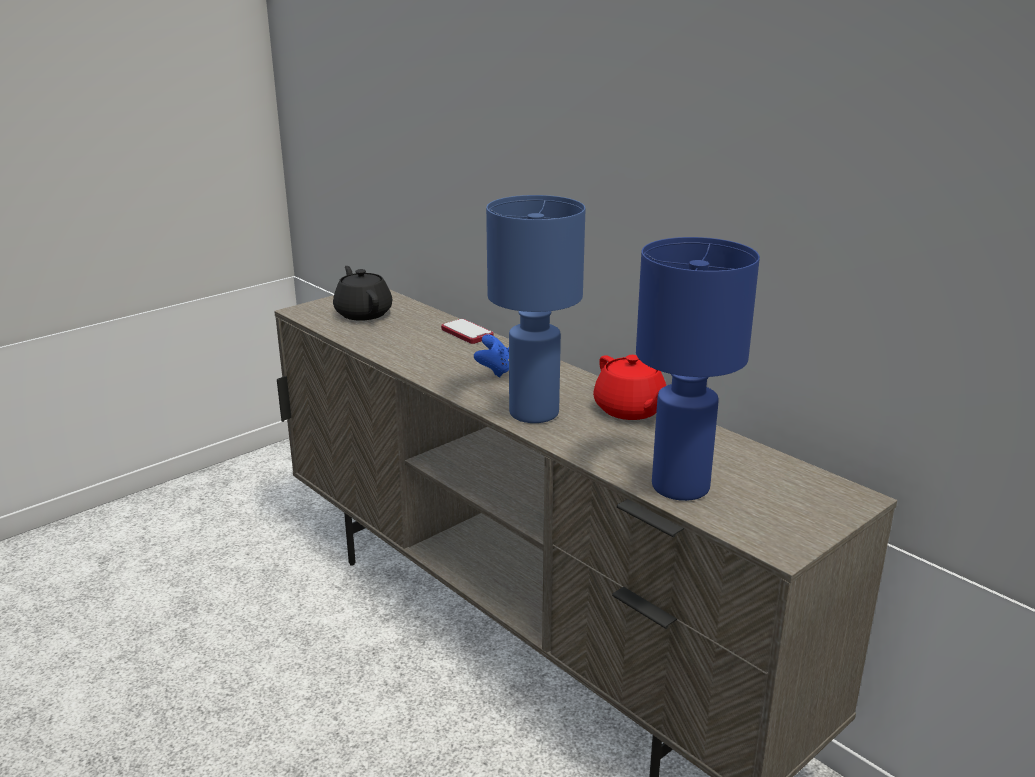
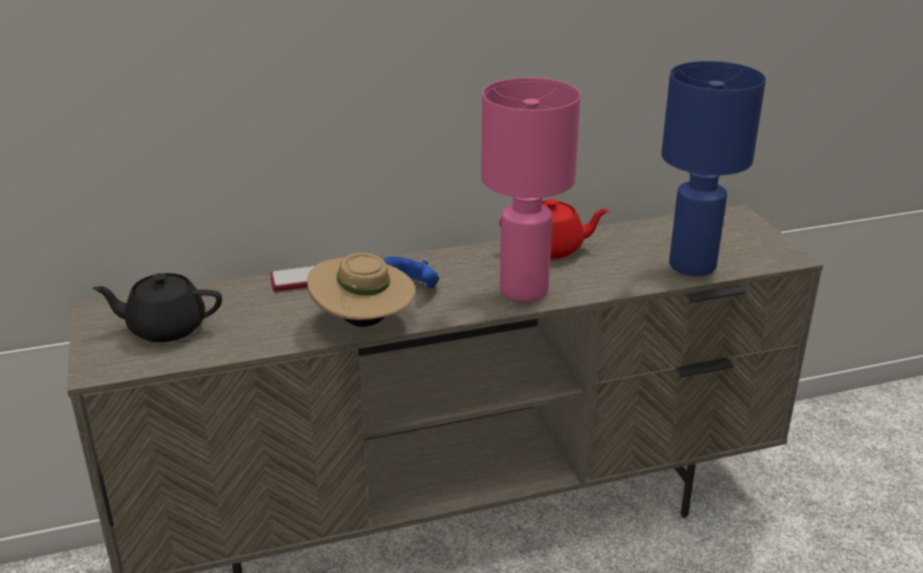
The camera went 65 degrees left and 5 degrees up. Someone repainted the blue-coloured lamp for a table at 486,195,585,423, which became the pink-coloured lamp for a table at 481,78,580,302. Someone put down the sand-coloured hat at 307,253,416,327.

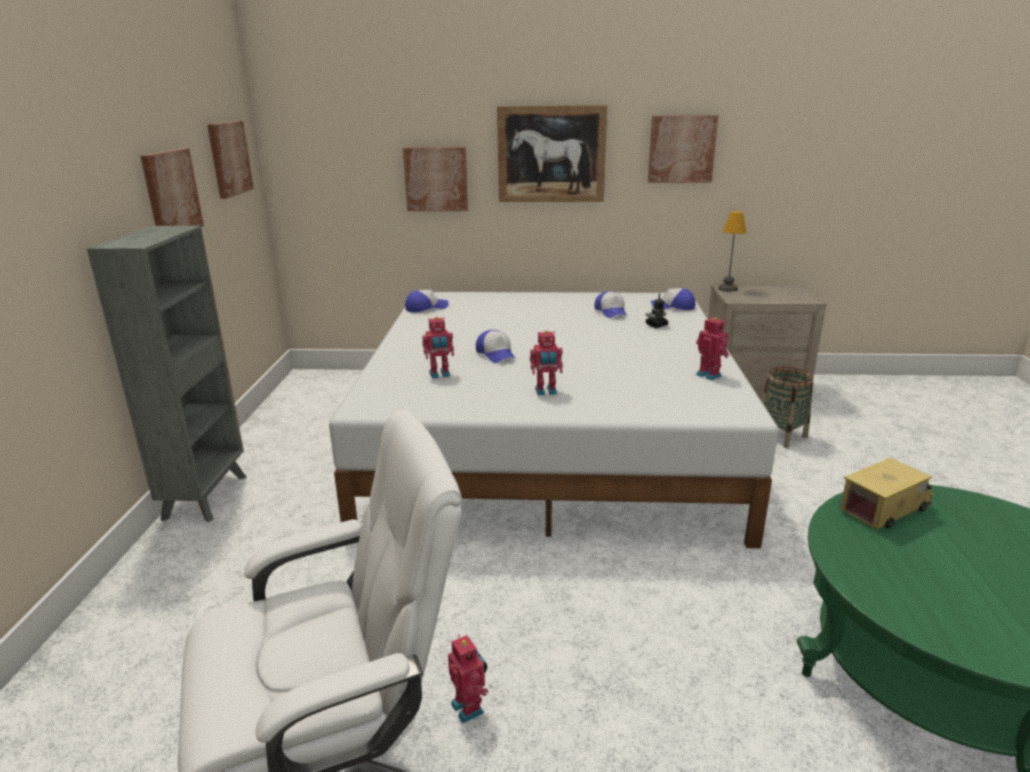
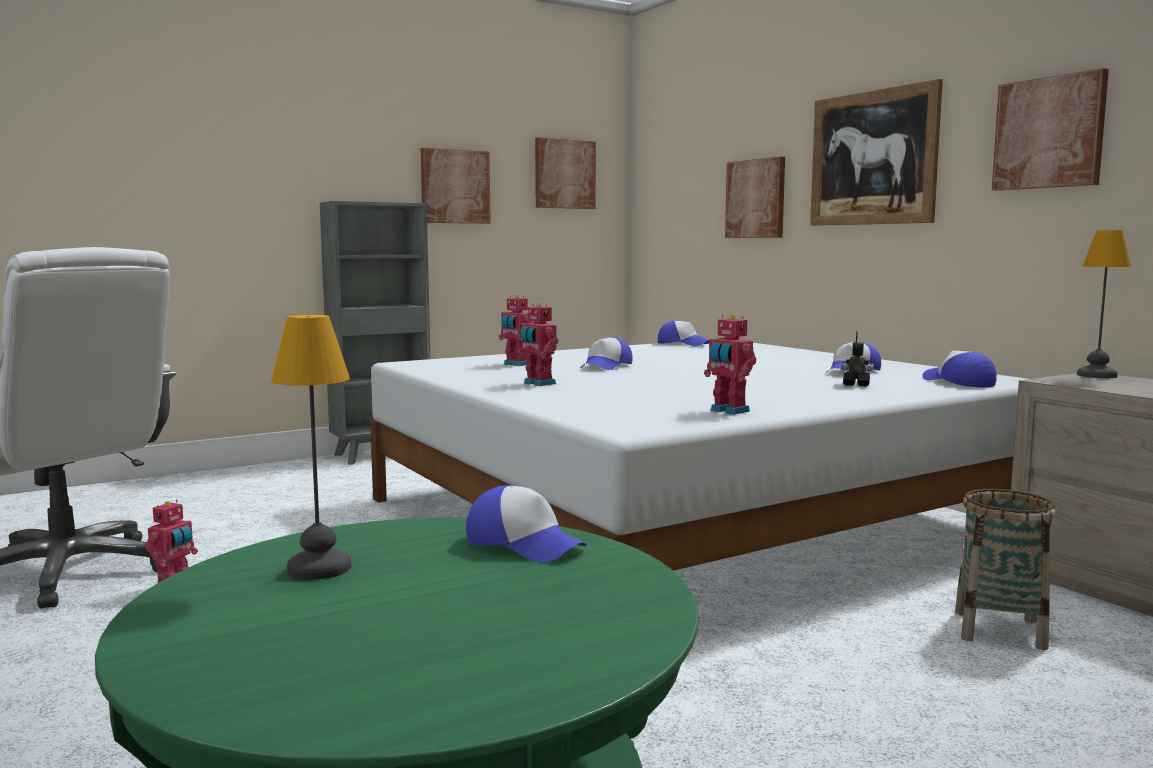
The camera went 55 degrees right and 15 degrees down. Someone rotated the toy robot at 696,316,729,381 by 120 degrees clockwise. Someone swapped the toy truck at 840,458,934,530 for the baseball cap at 466,485,586,562. Someone put down the lamp for a table at 271,315,351,580.

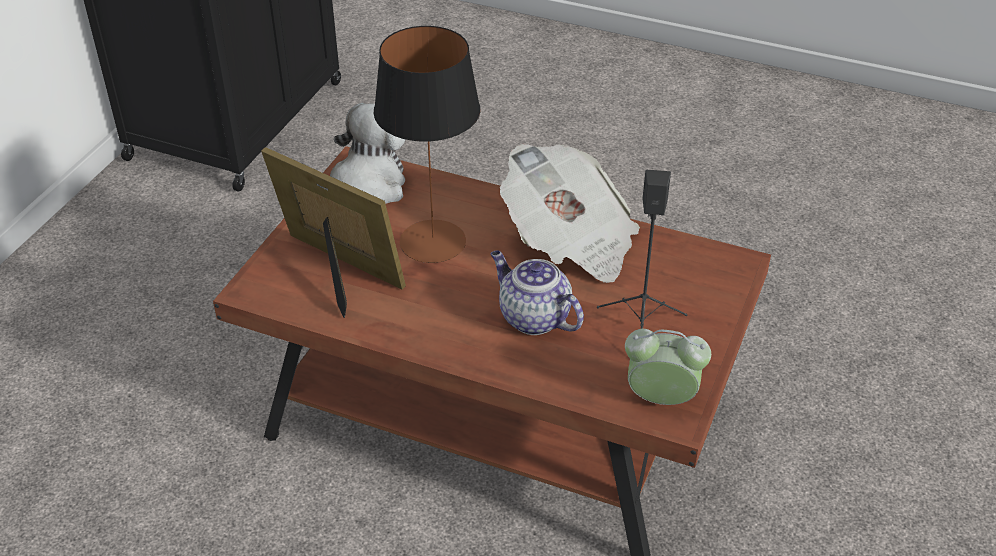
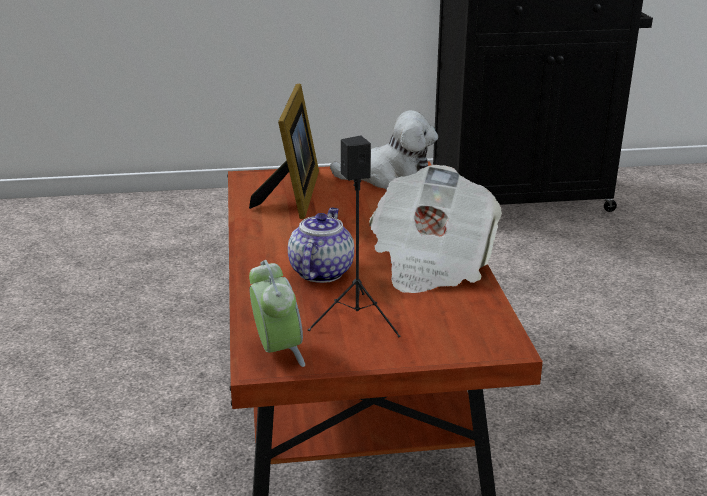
The camera went 60 degrees right and 15 degrees down. Someone took away the lamp for a table at 373,26,480,263.

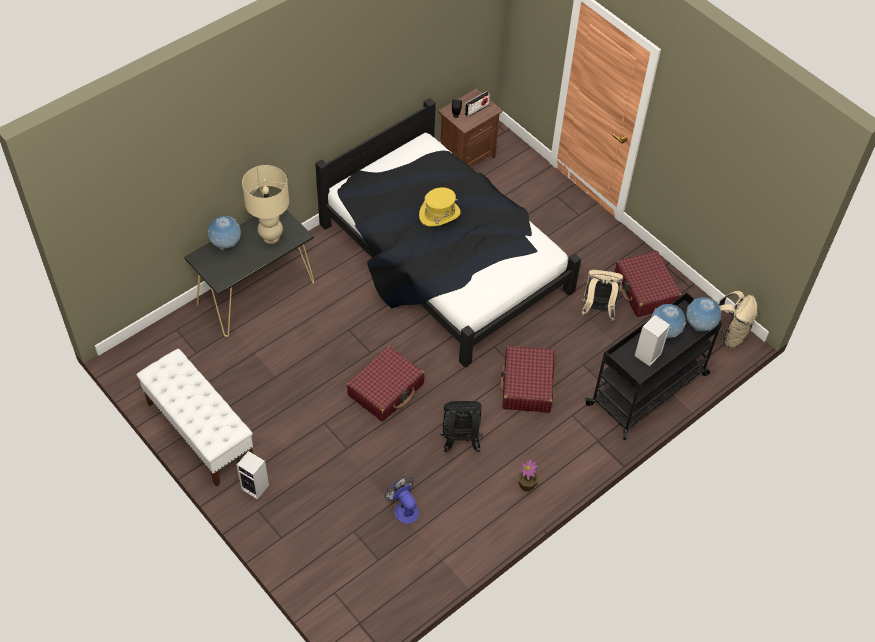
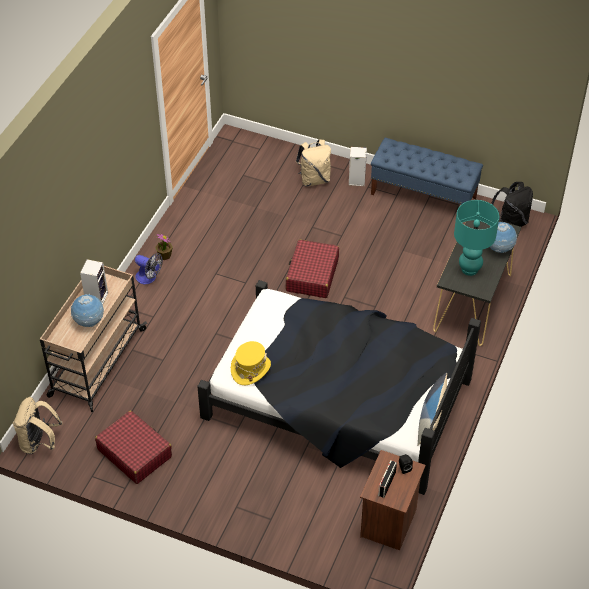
The camera went 155 degrees right and 5 degrees down. Someone repainted the white bench at 137,349,253,487, which became the blue-coloured bench at 371,138,483,204. Someone repainted the sand-coloured lamp for a table at 242,165,289,244, which became the turquoise lamp for a table at 454,200,499,276. Someone carried the cooling fan from 385,476,419,524 to 135,253,163,284. Someone carried the yellowish hat from 419,187,460,227 to 231,341,271,385. Someone carried the blackish rucksack from 440,401,482,452 to 491,182,533,227. Someone took away the red-coloured piece of luggage at 500,346,554,413. Someone carried the sand-coloured rucksack from 580,270,623,321 to 296,139,331,187. Someone repainted the blackish cart at 585,292,722,440, which became the sand-coloured cart at 40,266,147,412. Someone took away the desk globe at 686,297,721,331. Someone put down the cushion at 417,372,447,446.

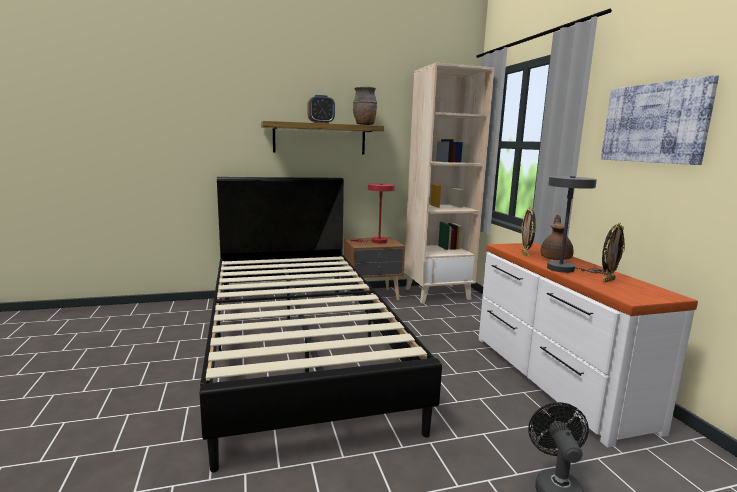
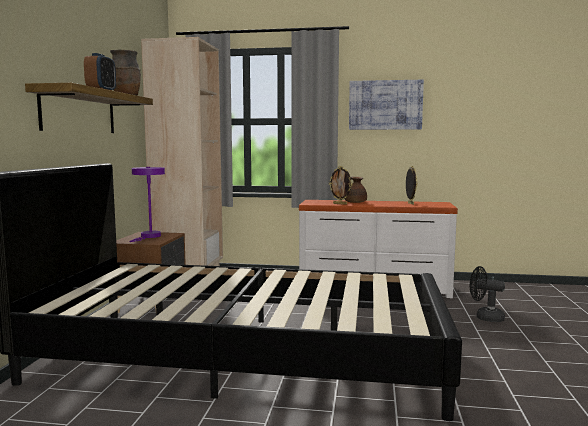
The camera went 65 degrees left and 5 degrees down. Someone repainted the red-coloured lamp for a table at 351,184,395,243, which became the purplish lamp for a table at 129,167,165,242. Someone took away the gray lamp for a table at 547,176,608,275.

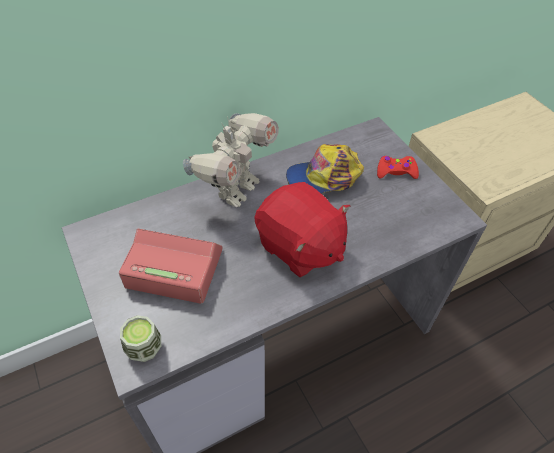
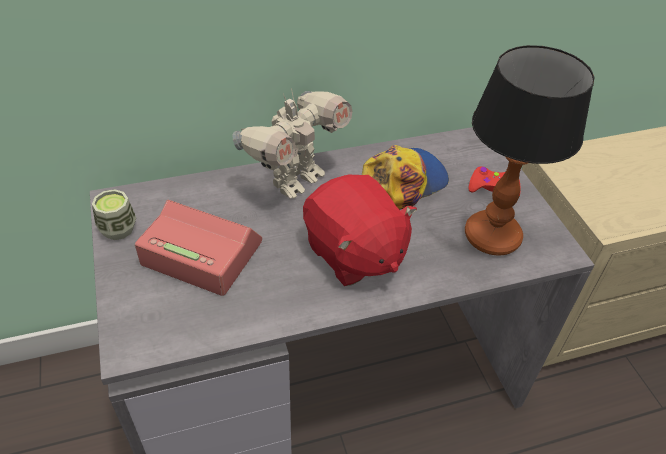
The camera went 10 degrees right and 5 degrees down. Someone carried the small cup from 120,315,161,362 to 92,189,136,240. Someone rotated the baseball cap at 286,144,364,193 by 150 degrees clockwise. Someone put down the lamp for a table at 465,45,595,255.

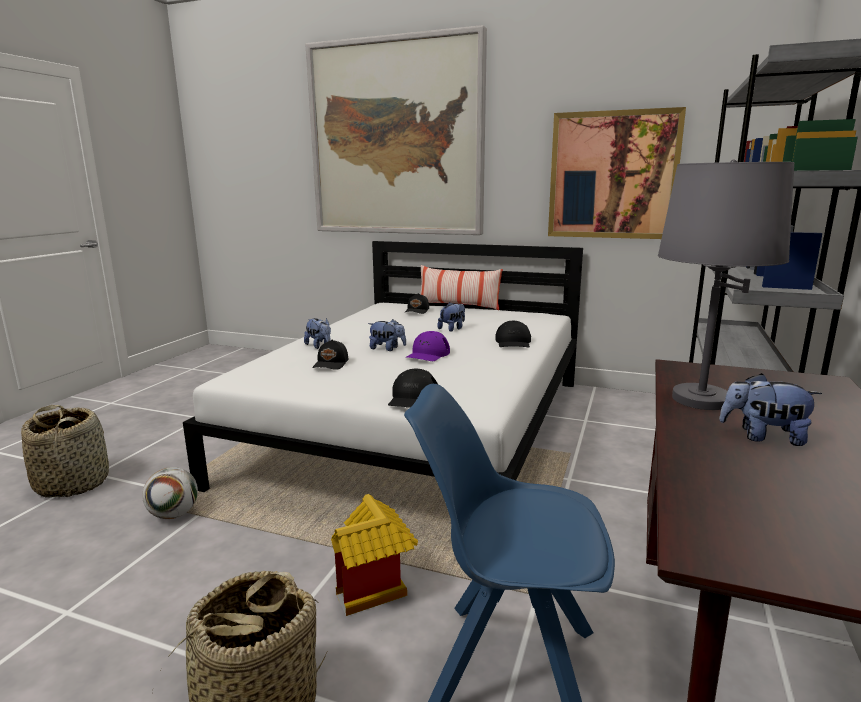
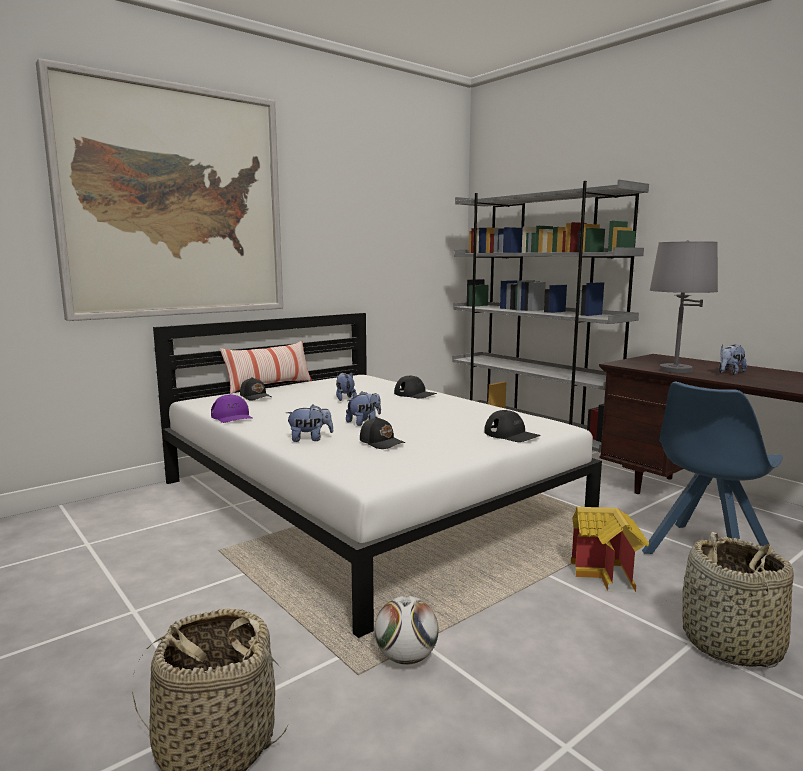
The camera went 60 degrees left and 5 degrees down. Someone carried the purplish baseball cap from 406,331,450,361 to 211,395,253,423. Someone took away the wall art at 548,107,686,239.

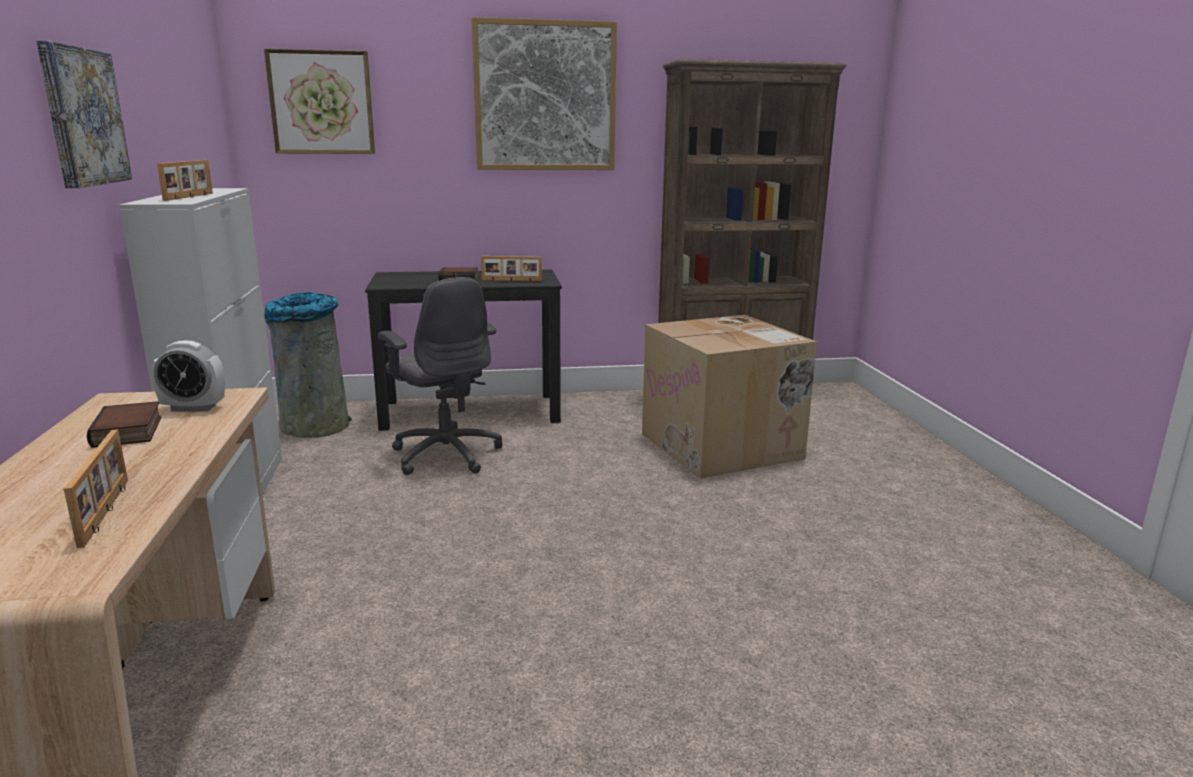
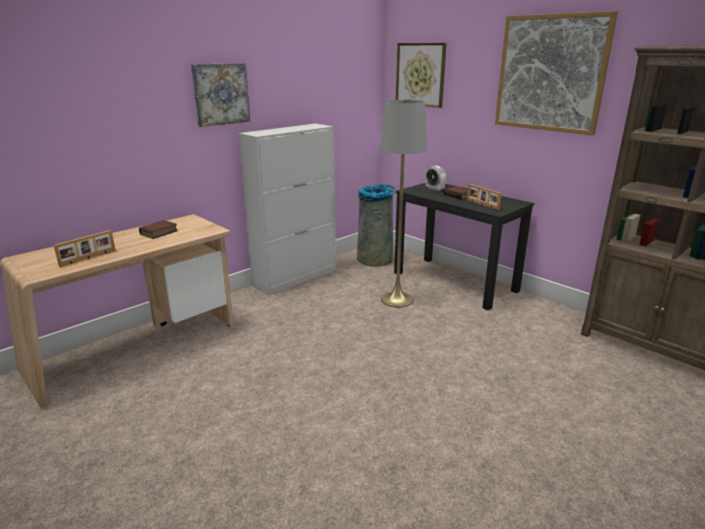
The camera went 55 degrees right and 5 degrees up. Someone carried the alarm clock from 151,341,225,412 to 425,166,446,192. Someone took away the photo frame at 157,160,213,201. Someone swapped the gray office chair at 378,277,503,475 for the gray floor lamp at 380,99,427,308. Someone took away the packing box at 642,315,817,479.

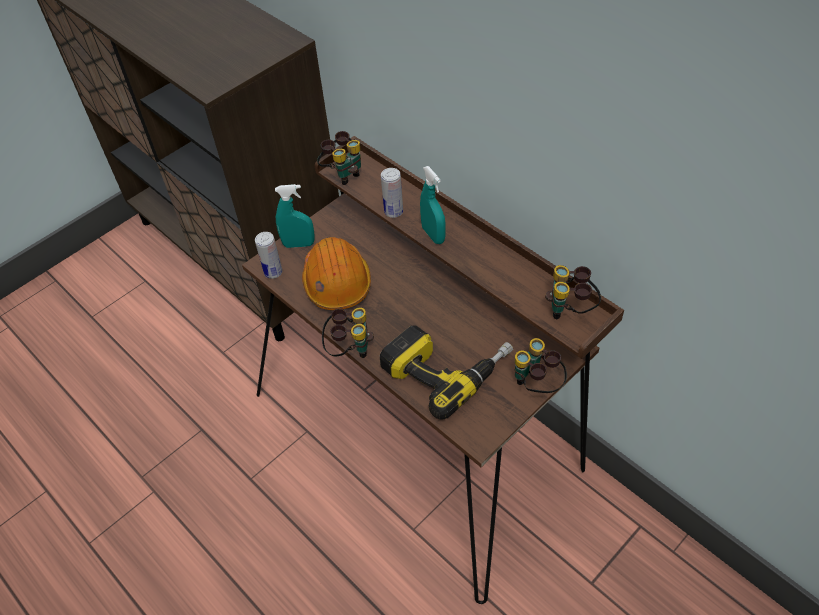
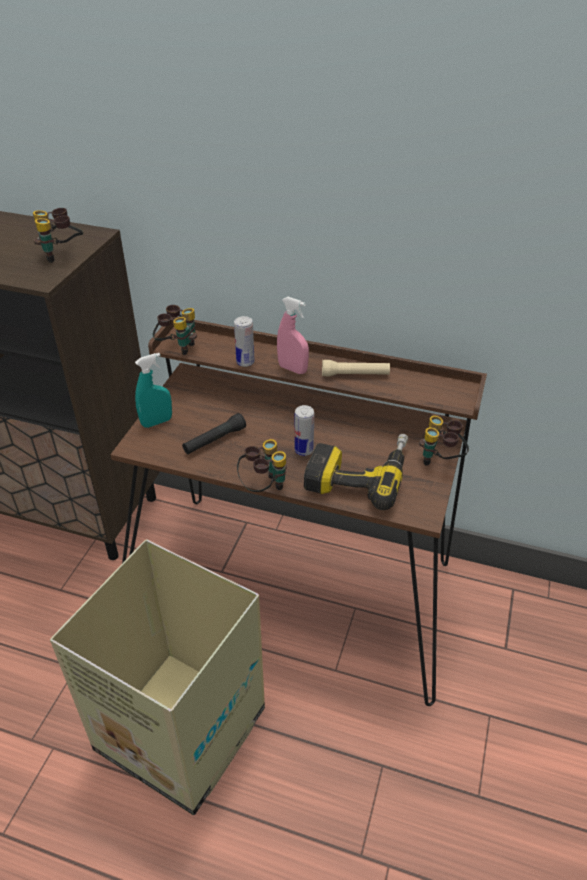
The camera went 30 degrees left and 10 degrees down. Someone carried the sealed can from 255,232,283,279 to 294,405,314,456. Someone swapped the orange hard hat at 302,237,371,310 for the blackish torch at 182,413,246,454. Someone repainted the turquoise sprayer at 420,166,446,244, which became the pink-coloured sprayer at 277,297,309,374. Someone carried the field glasses from 545,265,601,319 to 33,208,83,263. Someone put down the packing box at 50,539,265,816. Someone put down the sand-coloured torch at 322,360,390,376.

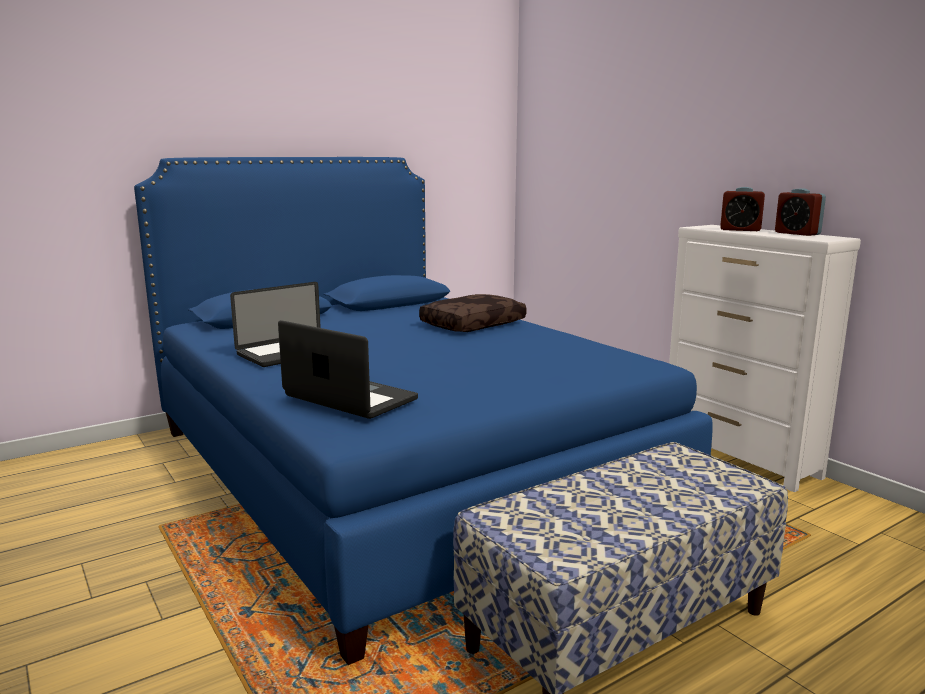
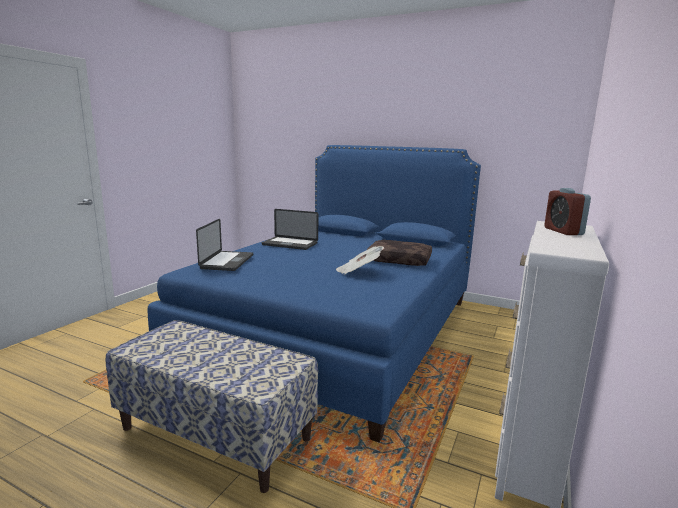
The camera went 60 degrees right and 0 degrees up. Someone took away the alarm clock at 775,188,826,236. Someone put down the printed paper at 336,246,384,274.

